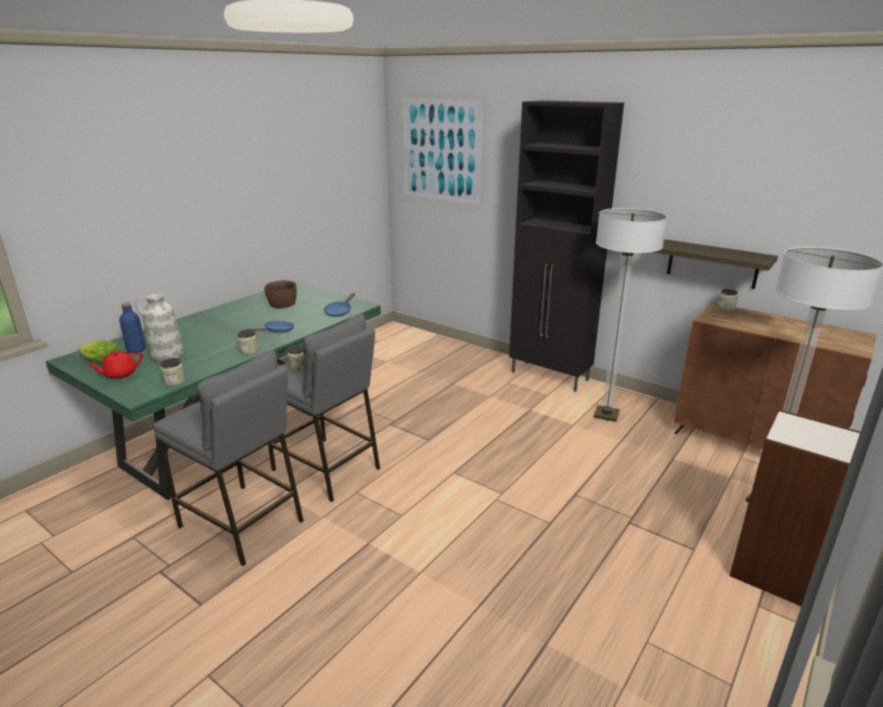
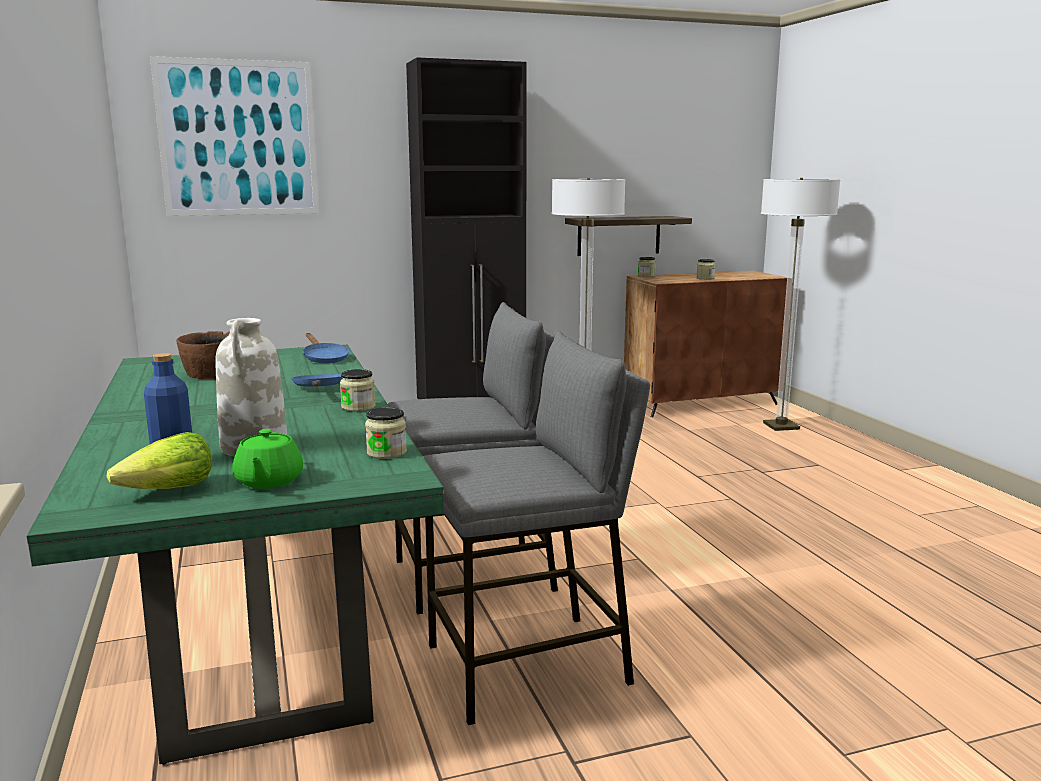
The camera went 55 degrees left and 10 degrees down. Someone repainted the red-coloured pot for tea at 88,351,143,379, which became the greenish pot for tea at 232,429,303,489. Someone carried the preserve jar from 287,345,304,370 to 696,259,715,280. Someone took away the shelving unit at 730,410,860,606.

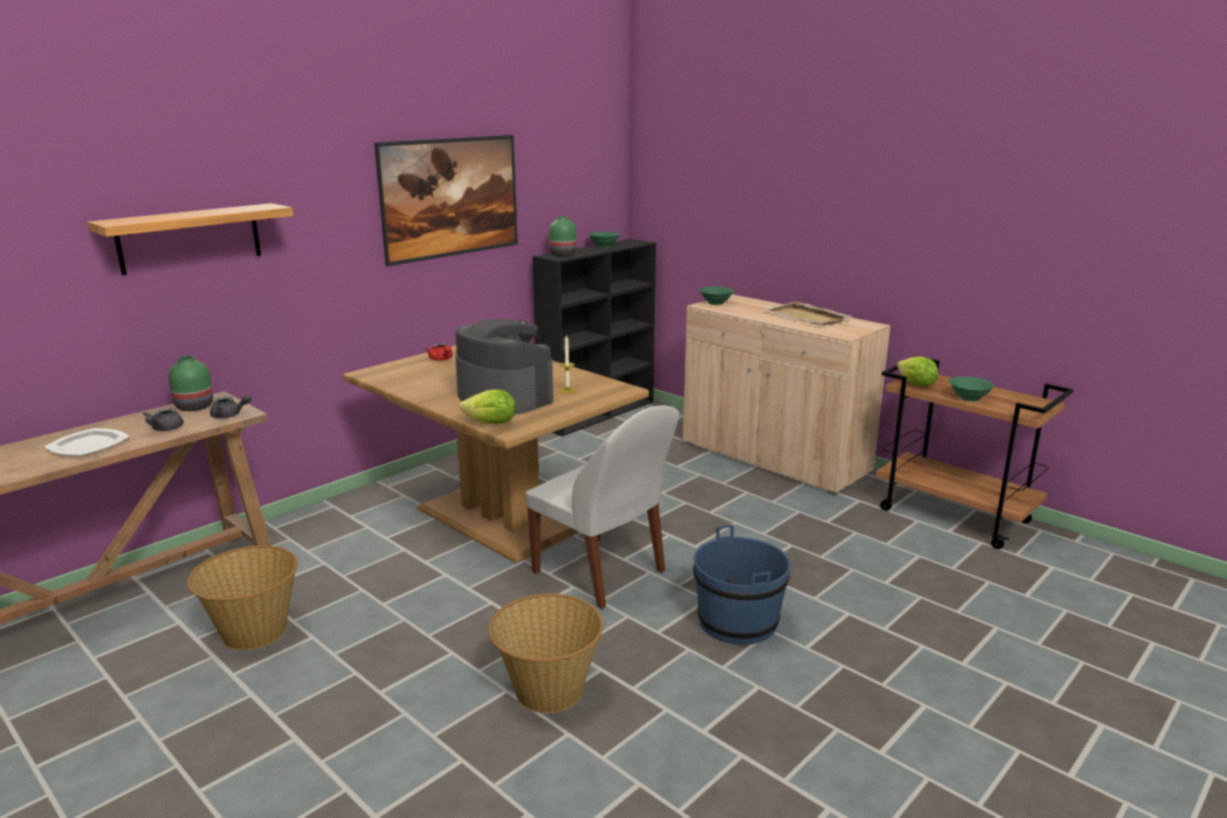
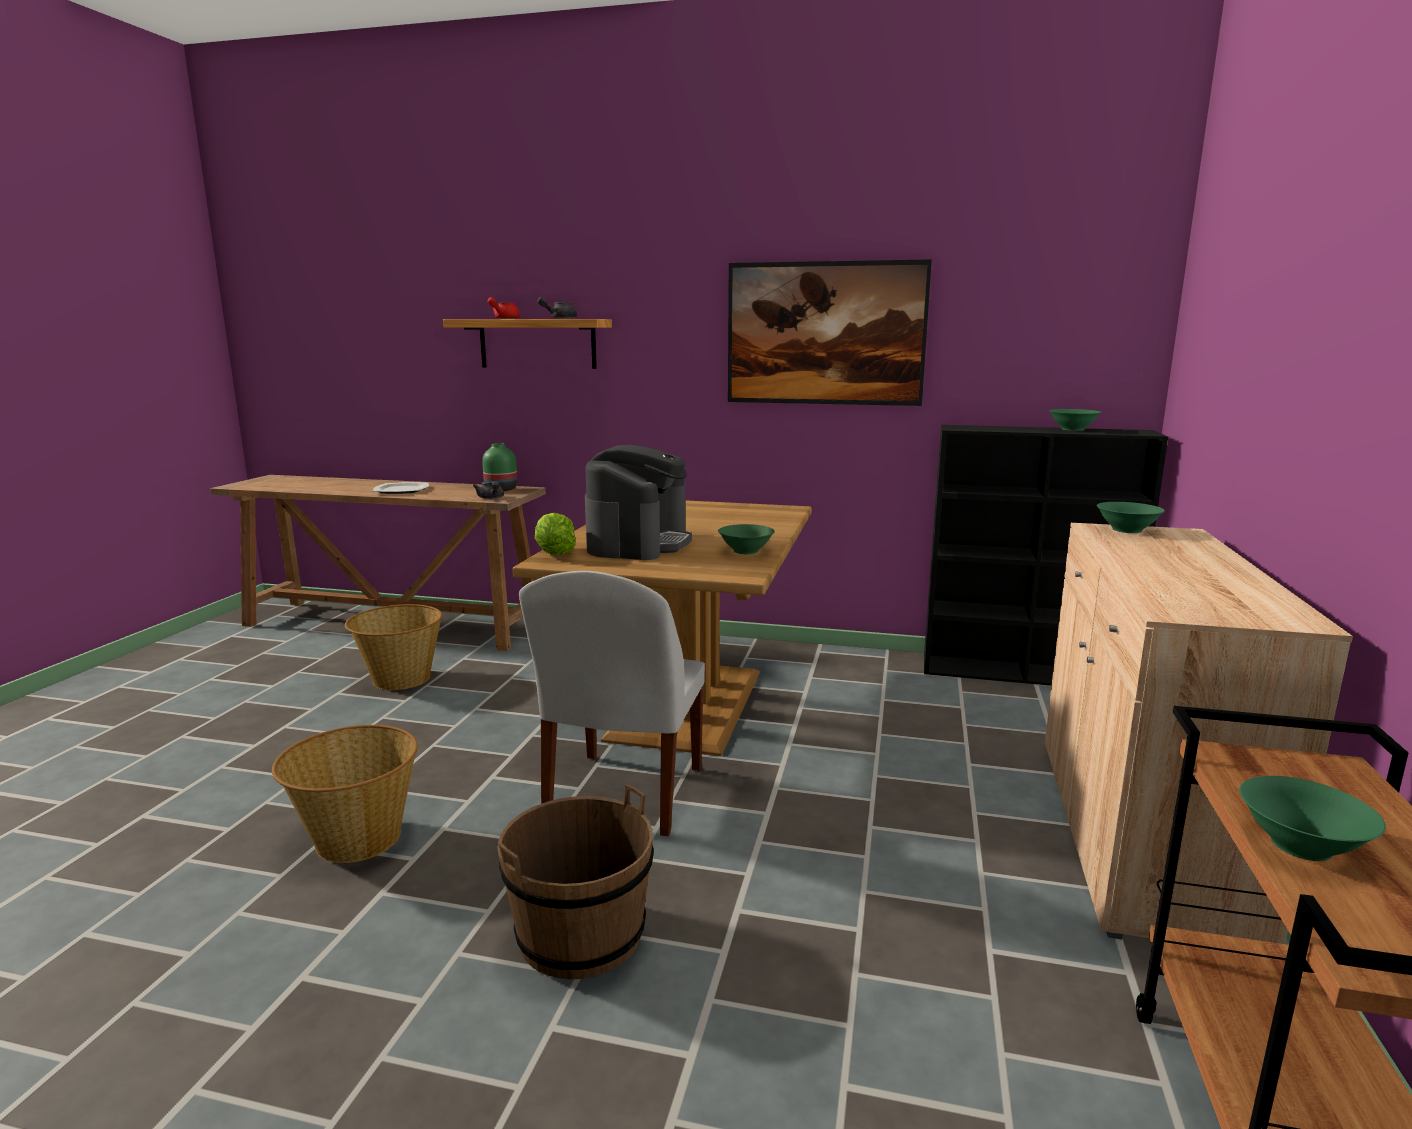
The camera went 60 degrees right and 5 degrees down. Someone carried the gray pot for tea from 143,408,183,431 to 537,297,577,319. Someone carried the red-coloured pot for tea from 425,343,453,361 to 487,297,520,319. Someone took away the greenish decorative vase at 549,216,576,257. Someone took away the candle at 559,335,576,394. Someone repainted the blue-coloured water bucket at 693,525,791,645, which became the brownish water bucket at 497,784,654,980. Someone took away the sand-coloured carrying tray at 764,302,854,325. Someone took away the head of lettuce at 897,356,938,387. Someone put down the greenish bowl at 718,524,775,554.

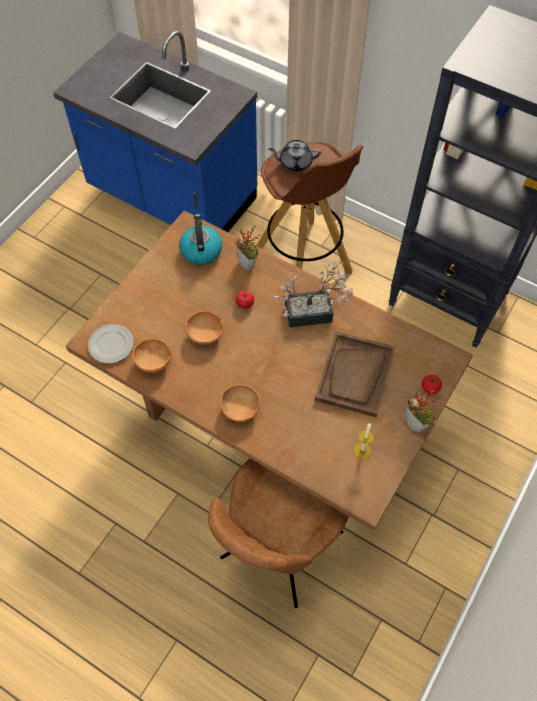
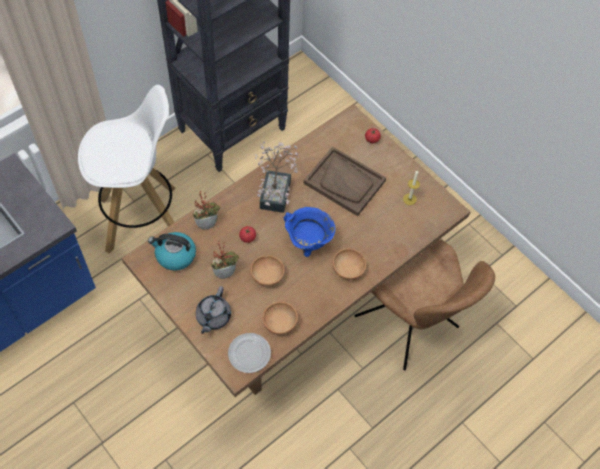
The camera went 75 degrees left and 0 degrees up. Someone repainted the brownish stool seat at 256,142,363,274, which became the white stool seat at 78,85,176,254. Someone carried the gray pot for tea from 268,140,321,172 to 196,286,231,334. Someone carried the plant in a pot from 405,390,439,432 to 211,240,239,279. Someone put down the blue-coloured saucepot at 284,207,335,257.

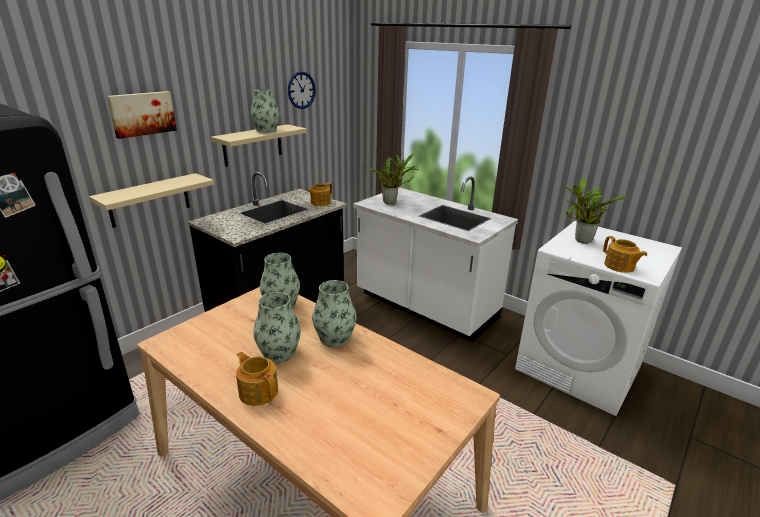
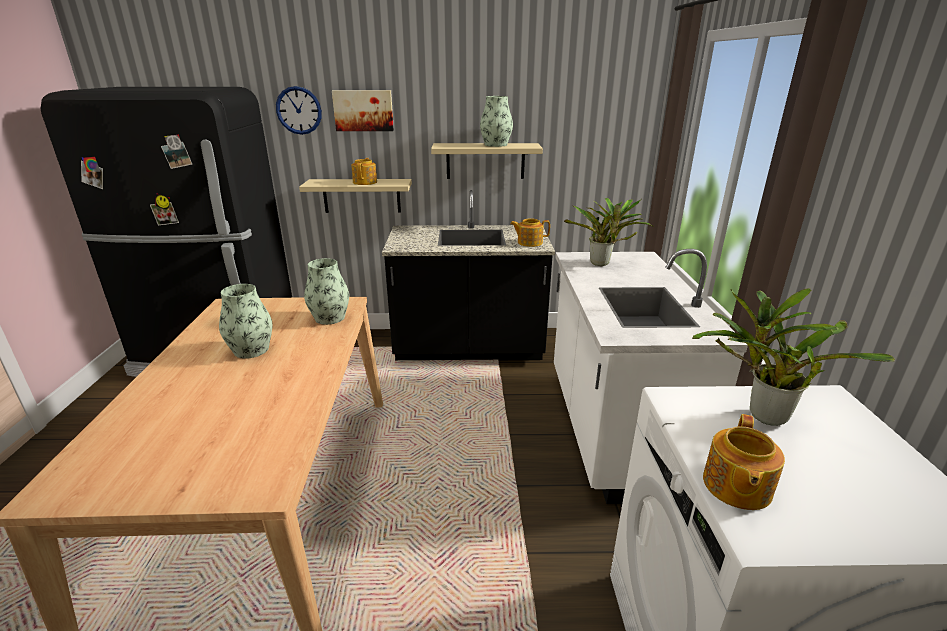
The camera went 50 degrees right and 0 degrees up. Someone carried the pot for tea from 236,352,278,406 to 351,158,377,185. Someone carried the wall clock from 288,71,316,109 to 276,86,322,135. Someone took away the decorative vase at 312,280,357,347.

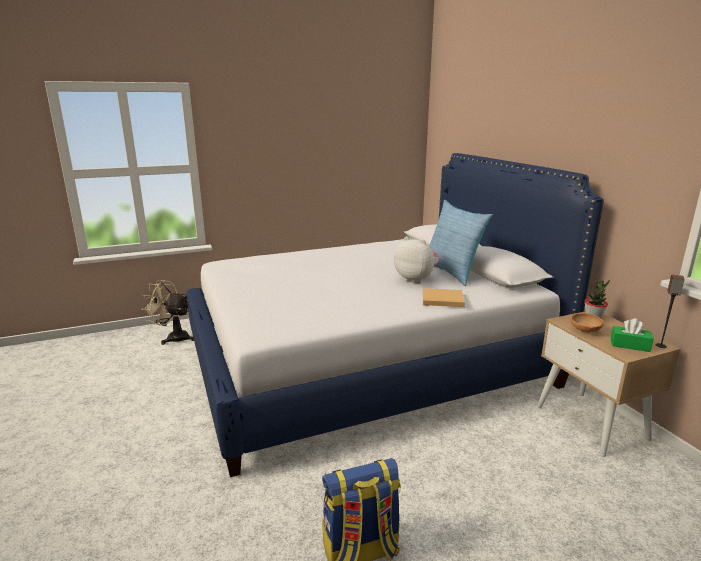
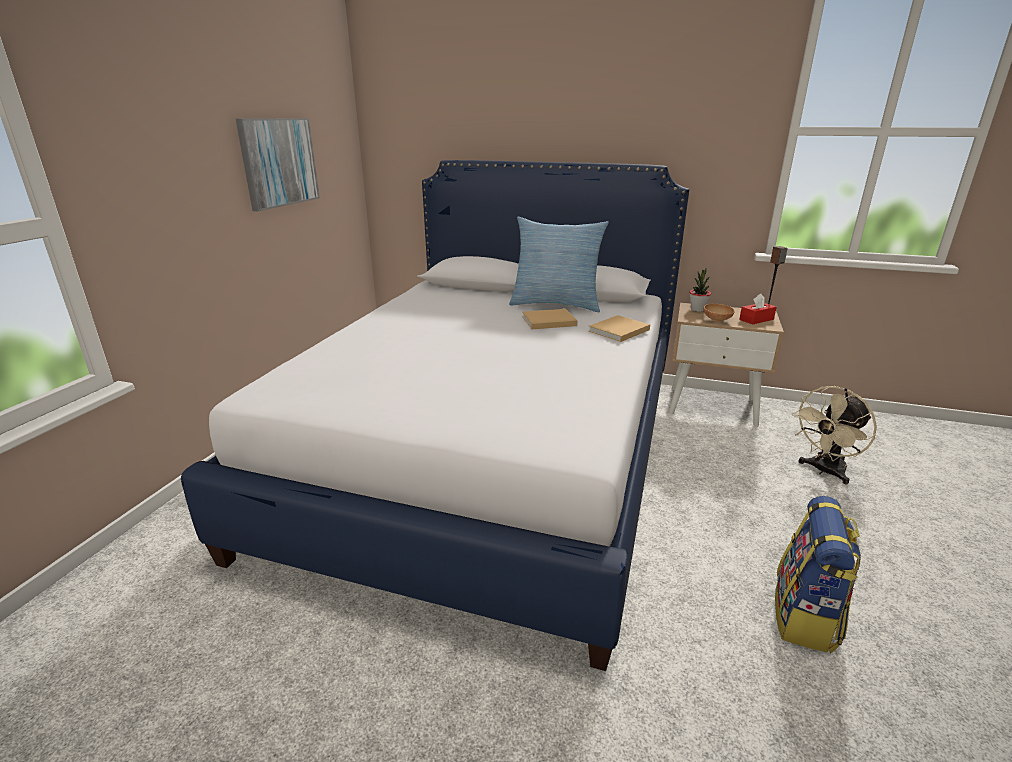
The camera went 50 degrees left and 5 degrees up. Someone carried the sand-coloured cooling fan from 142,280,194,345 to 792,386,877,484. Someone swapped the cuddly toy at 394,236,439,283 for the sand-coloured bound book at 522,309,578,329. Someone repainted the greenish box of tissues at 611,318,654,352, which became the red-coloured box of tissues at 739,294,777,325. Someone put up the wall art at 236,118,320,211.

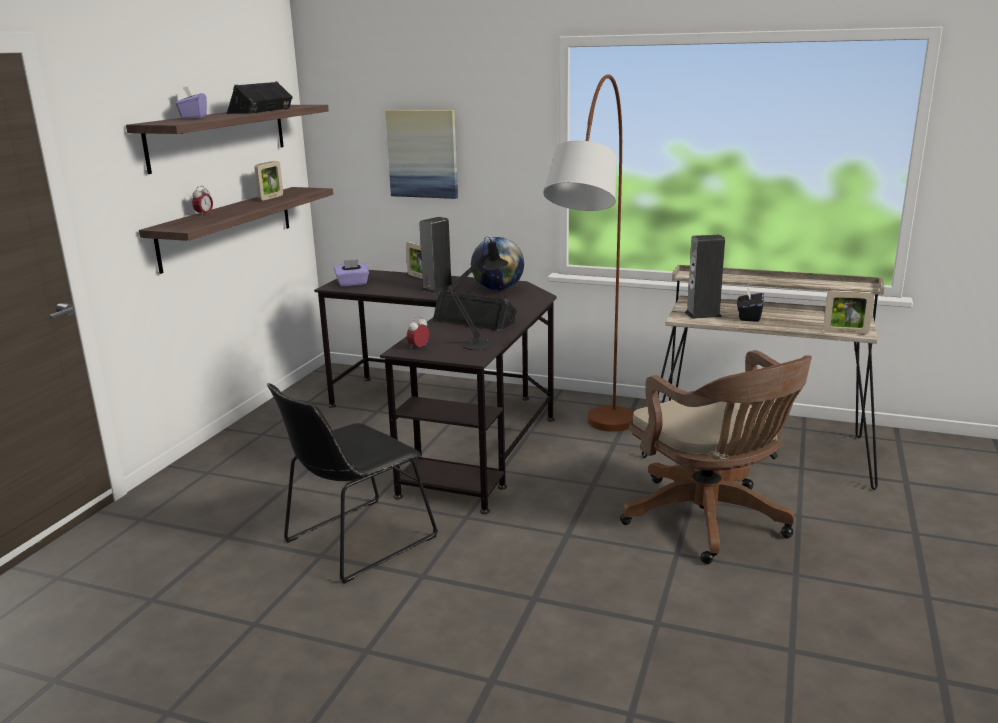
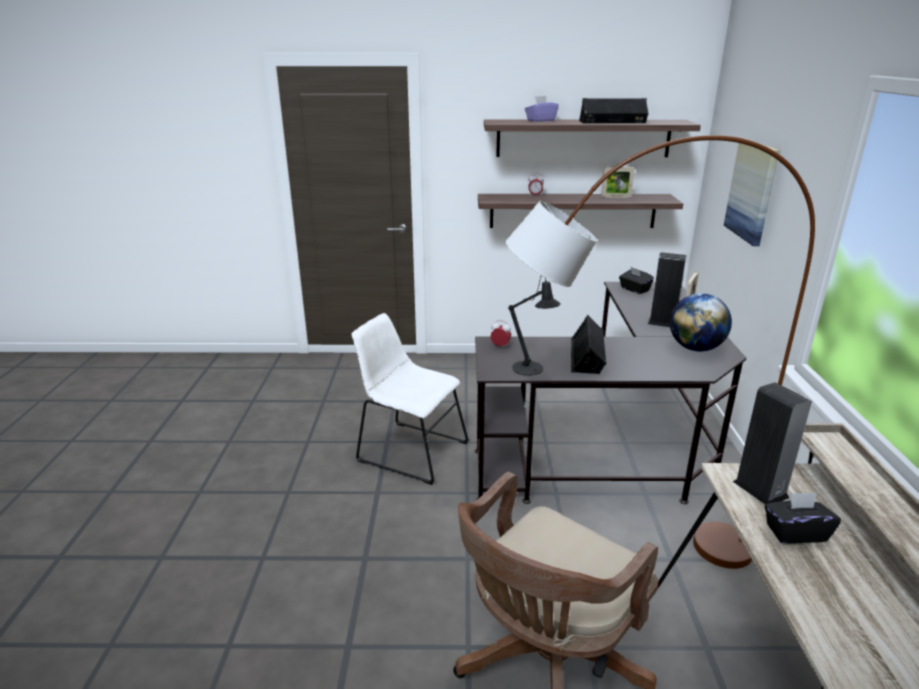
The camera went 70 degrees right and 5 degrees up. Someone repainted the blackish chair at 267,383,438,584, which became the white chair at 352,313,469,485. Someone repainted the purplish box of tissues at 334,260,369,287, which became the blackish box of tissues at 619,267,654,294. Someone took away the photo frame at 823,290,874,334.

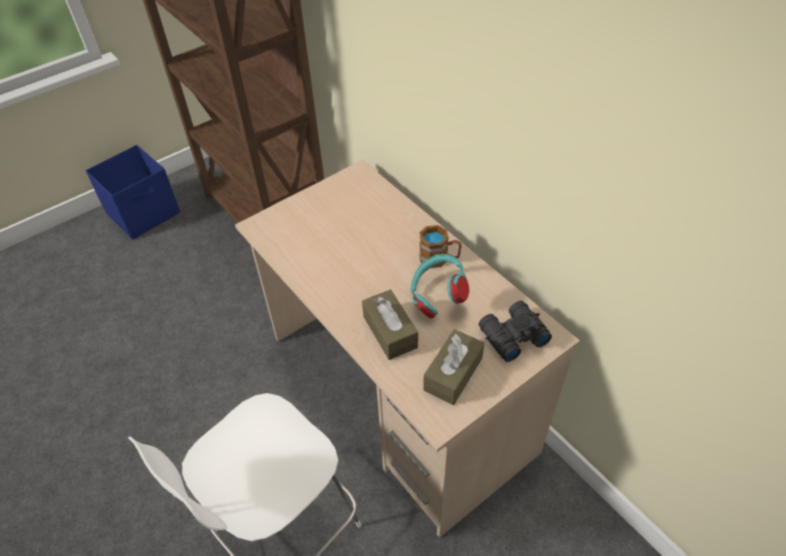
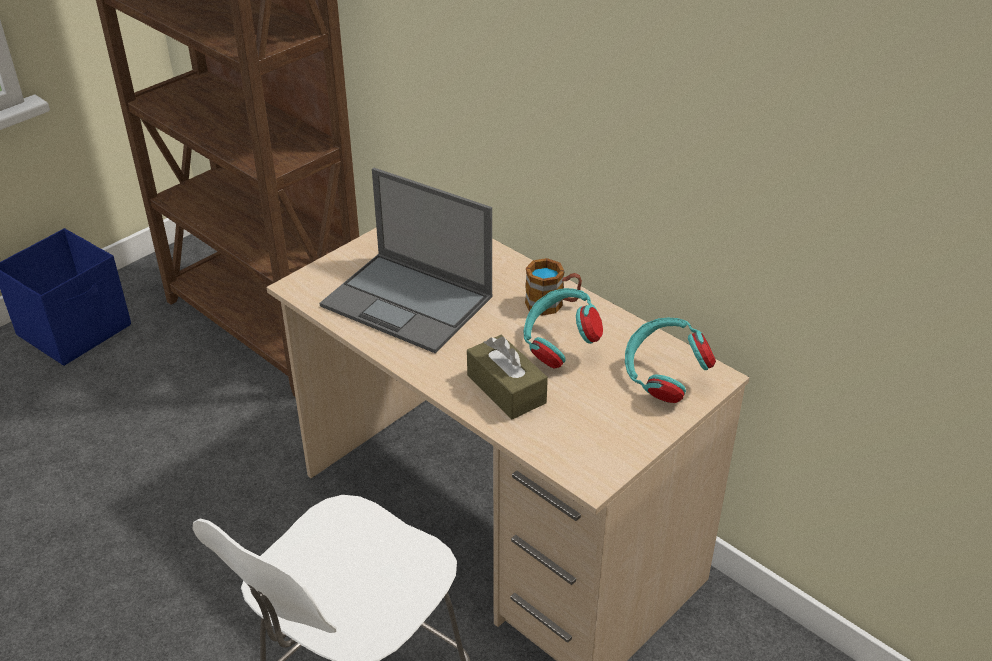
The camera went 10 degrees left and 10 degrees down. Someone took away the brownish box of tissues at 423,329,484,405. Someone swapped the blackish field glasses at 479,301,552,362 for the turquoise headphones at 625,317,716,403. Someone put down the notebook computer at 320,168,493,353.

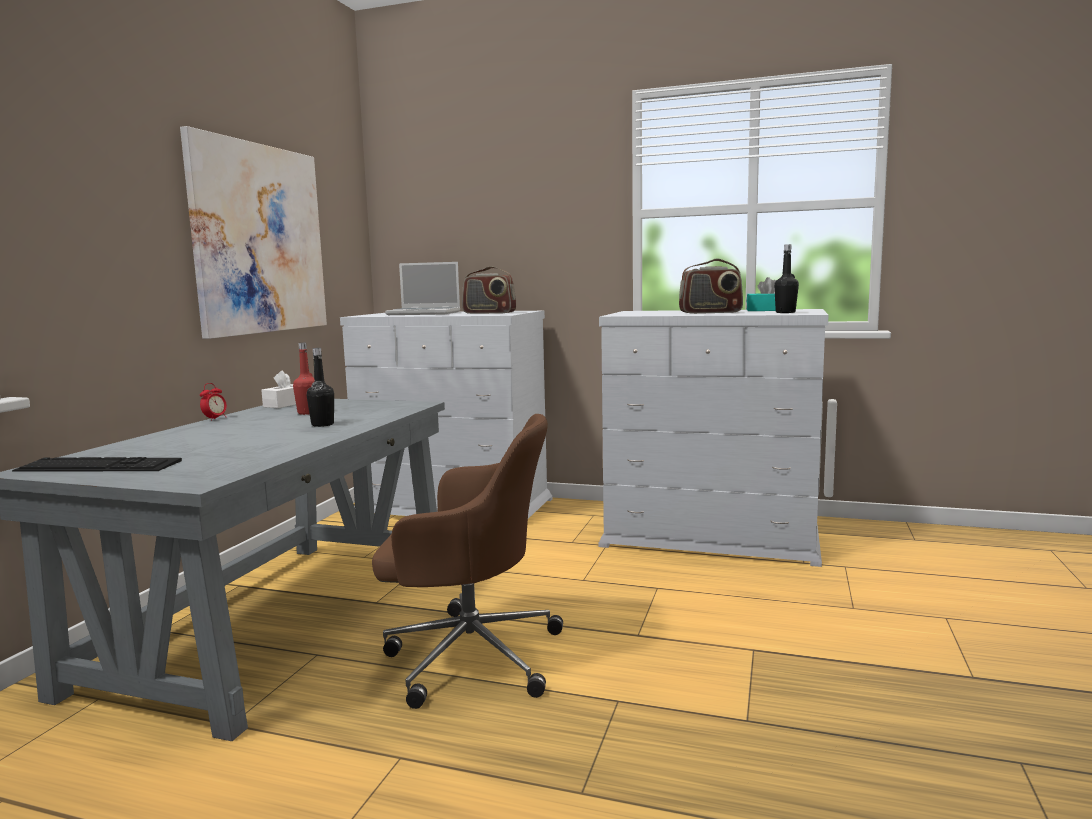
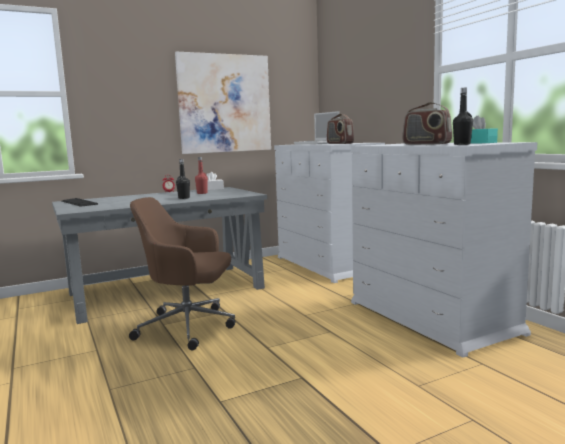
The camera went 45 degrees right and 0 degrees up. Someone rotated the brownish office chair at 372,414,563,709 by 135 degrees clockwise.

